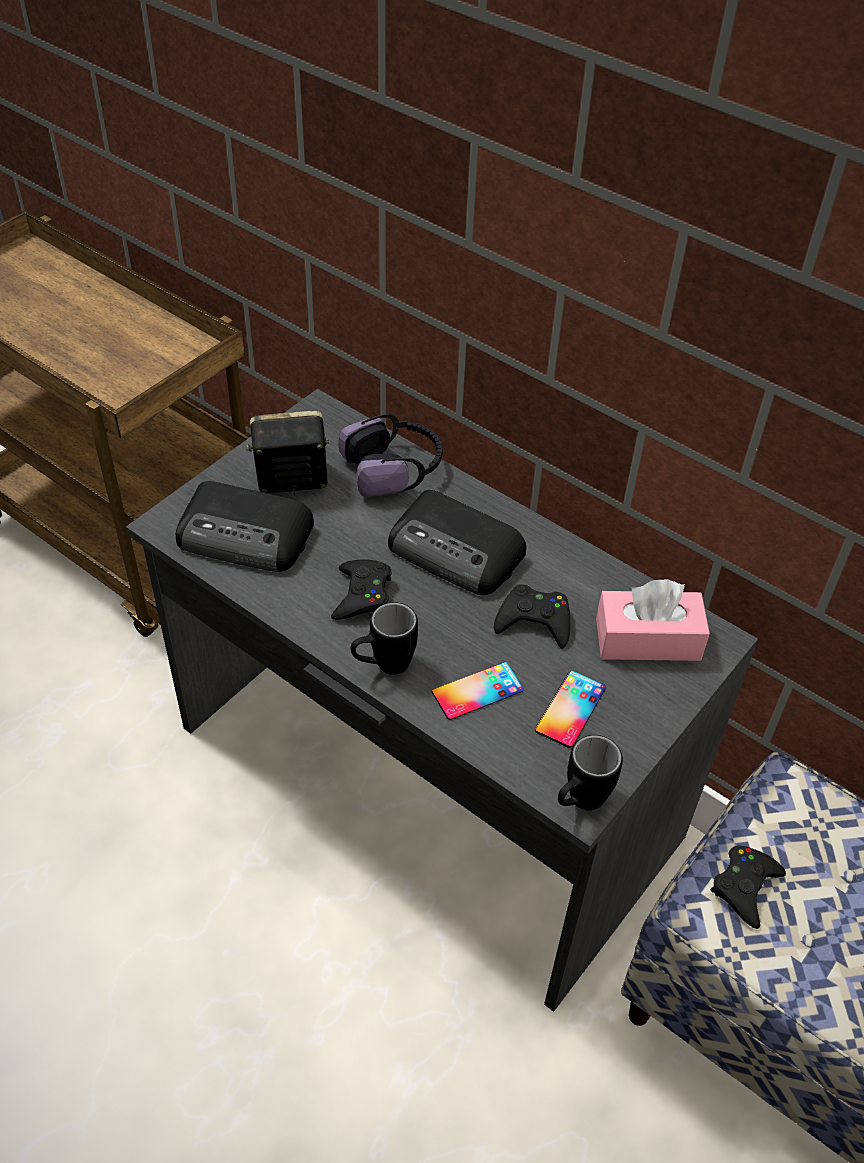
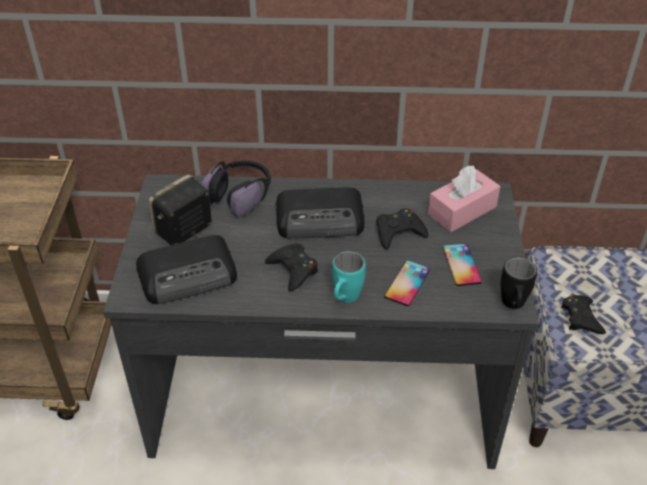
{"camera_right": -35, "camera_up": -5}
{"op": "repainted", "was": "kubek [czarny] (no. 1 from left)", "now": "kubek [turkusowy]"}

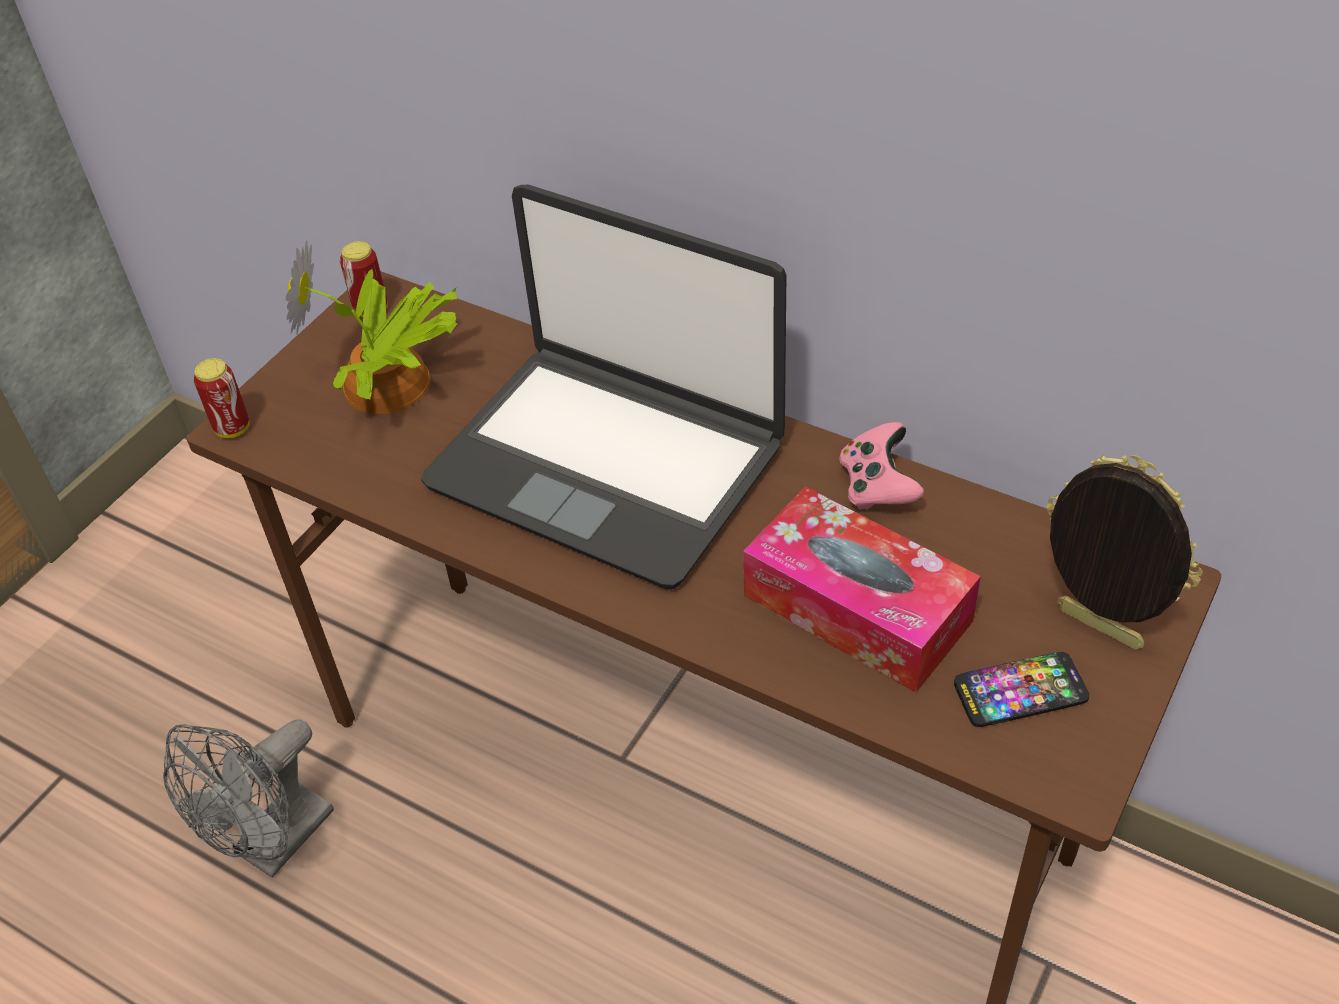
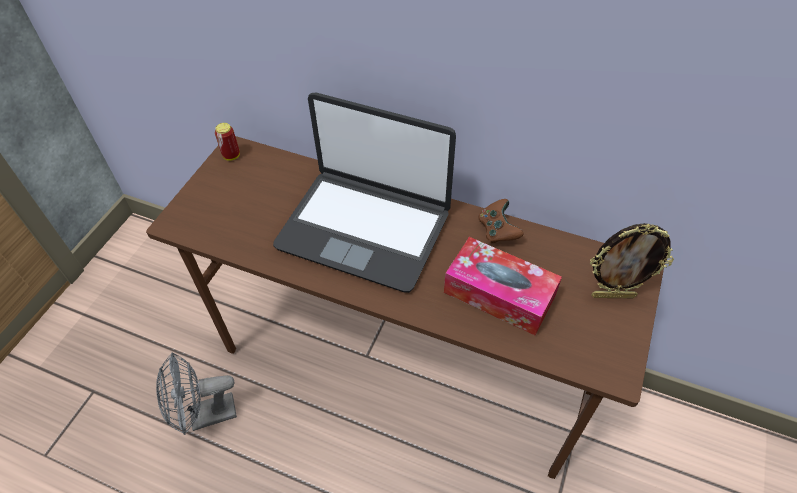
{"camera_right": -10, "camera_up": 5}
{"op": "rotated", "was": "wentylator [szary]", "clockwise": 45}
{"op": "gone", "was": "puszka (no. 1 from left)"}
{"op": "gone", "was": "roślina doniczkowa"}
{"op": "repainted", "was": "pad do gier [różowy]", "now": "pad do gier [brązowy]"}
{"op": "gone", "was": "telefon"}
{"op": "rotated", "was": "ramka na zdjęcie", "clockwise": 150}

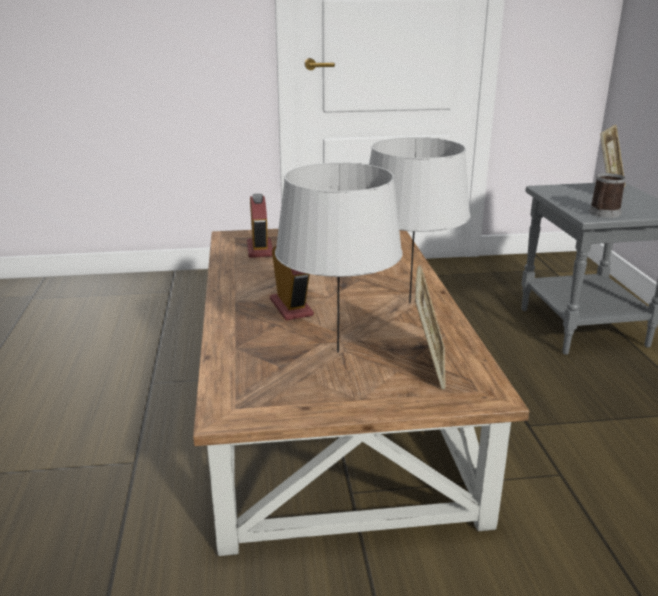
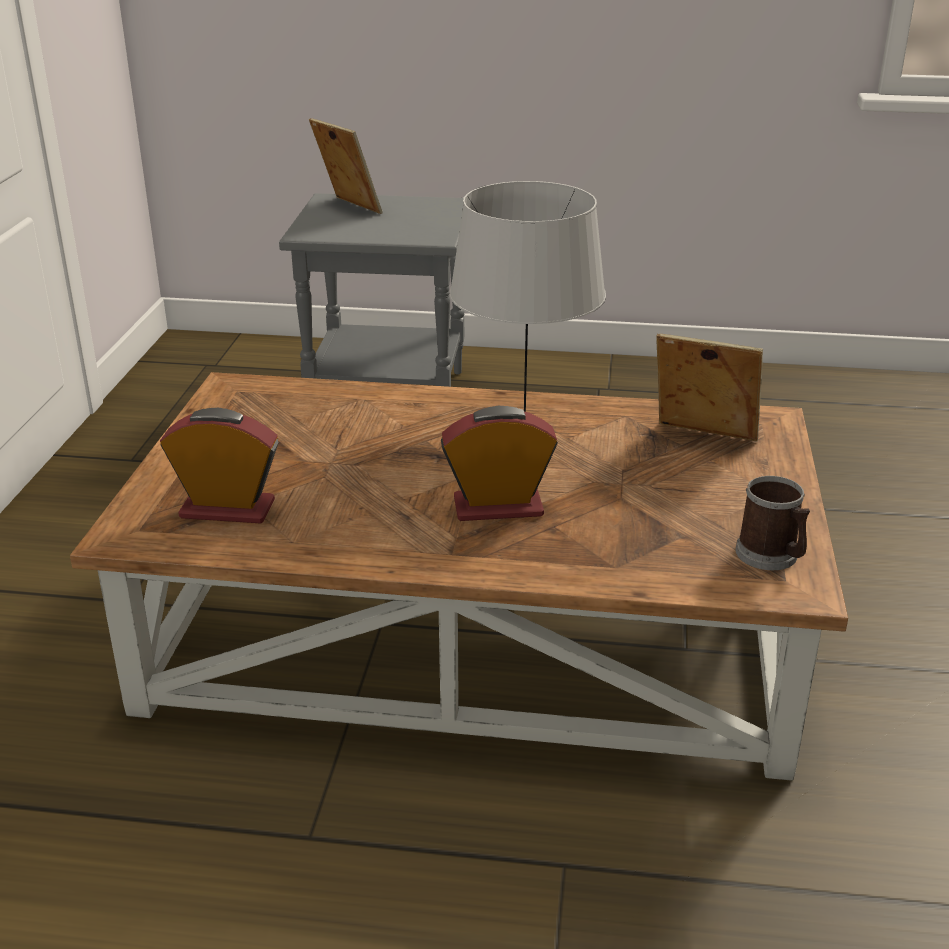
{"camera_right": -75, "camera_up": 5}
{"op": "gone", "was": "lampa stołowa [szary] (no. 1 from left)"}
{"op": "shifted", "was": "kubek"}

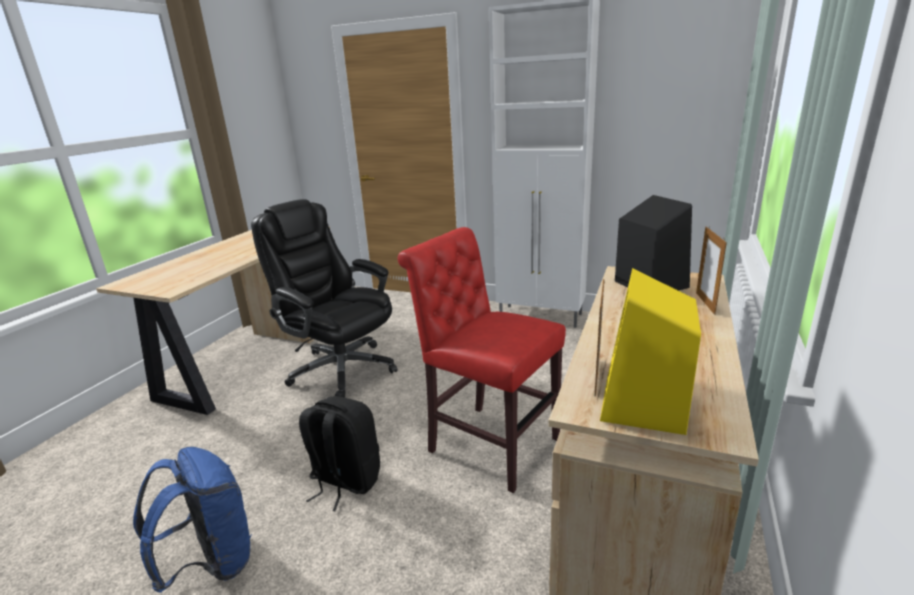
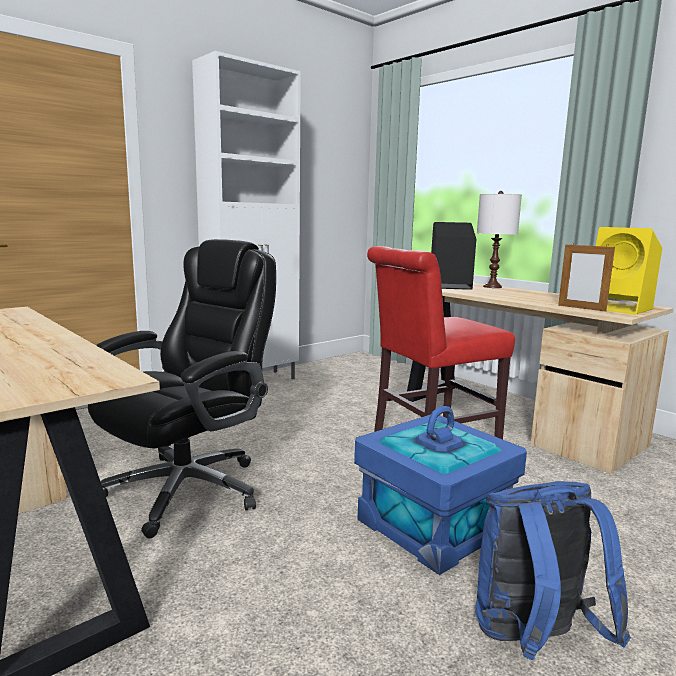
{"camera_right": -65, "camera_up": -10}
{"op": "rotated", "was": "krzesło biurowe [czarny]", "clockwise": 150}
{"op": "swapped", "was": "plecak [czarny]", "now": "pojemnik do przechowywania [niebieski]"}
{"op": "swapped", "was": "ramka na zdjęcie (no. 2 from left)", "now": "lampa stołowa [biały]"}

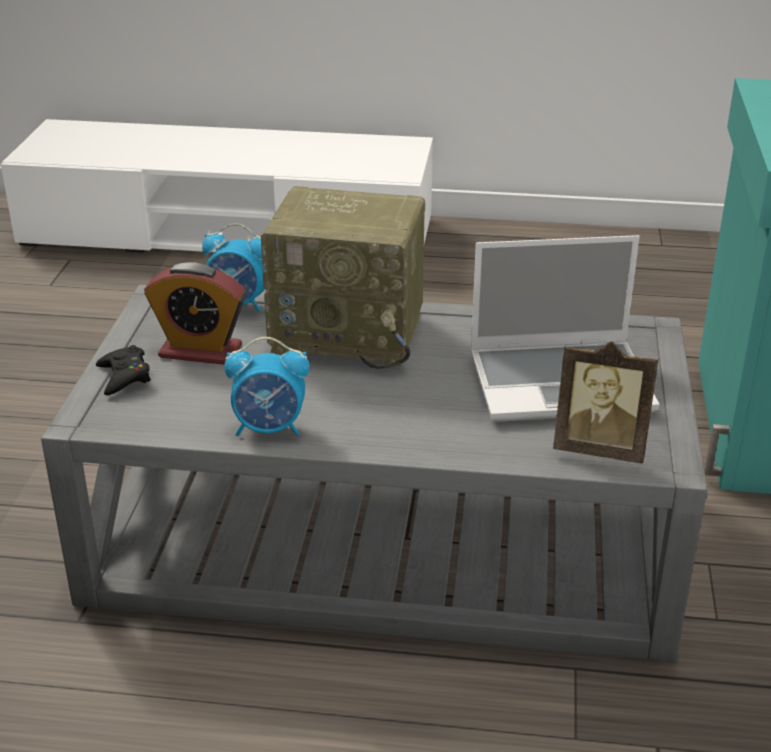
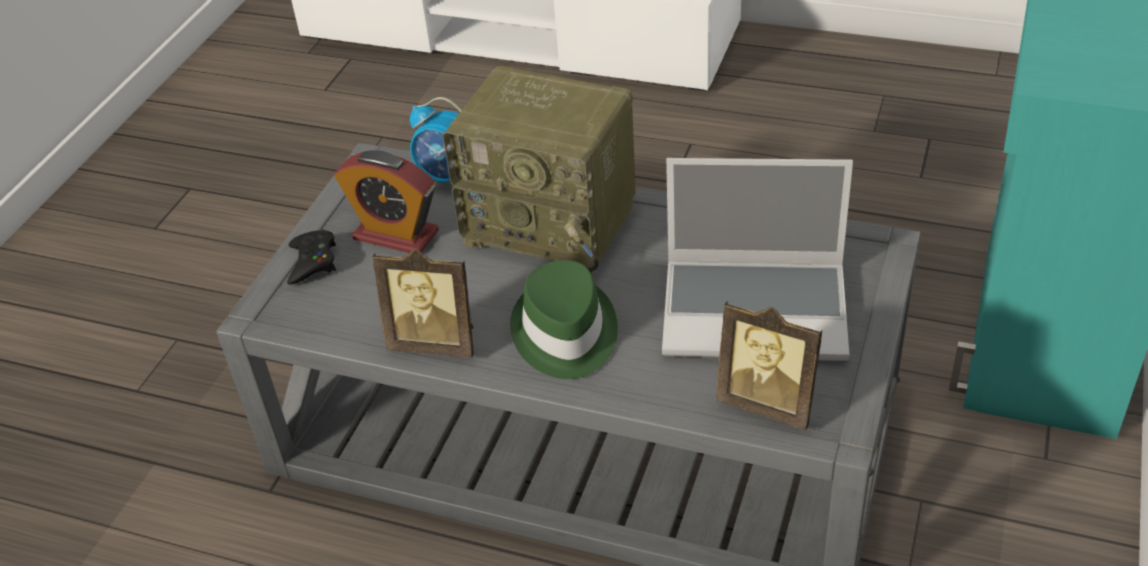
{"camera_right": 15, "camera_up": 10}
{"op": "swapped", "was": "budzik (no. 3 from left)", "now": "ramka na zdjęcie (no. 1 from left)"}
{"op": "new", "now": "kapelusz [zielony]"}

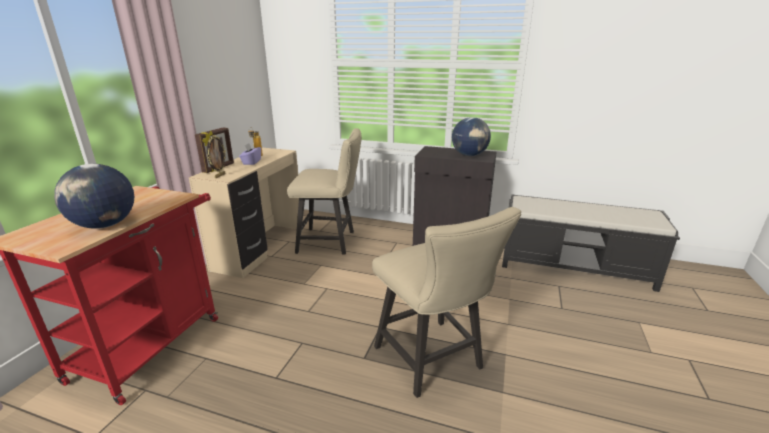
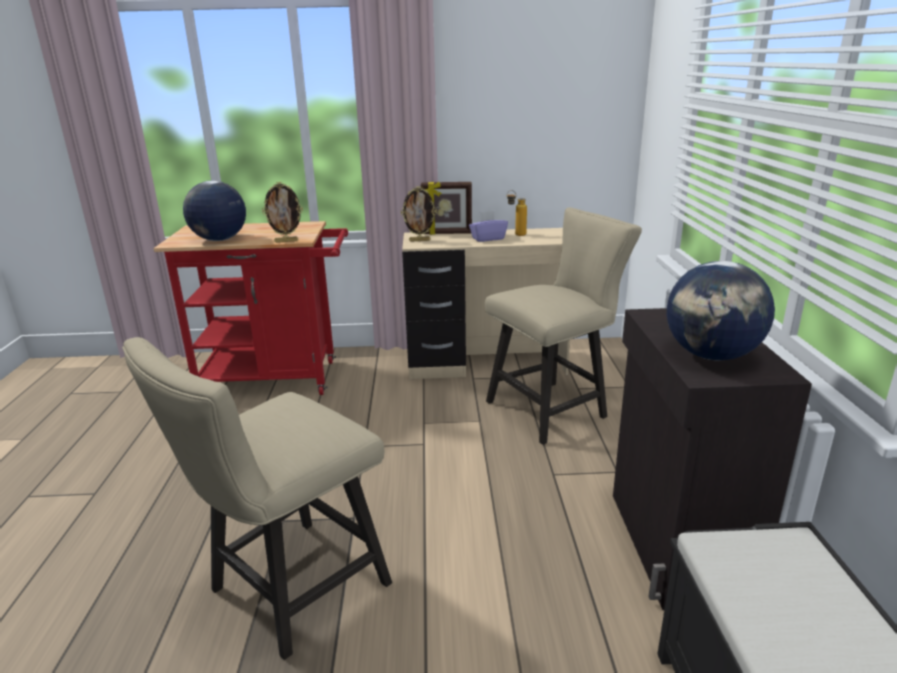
{"camera_right": 70, "camera_up": 0}
{"op": "rotated", "was": "krzesło [beżowy] (no. 1 from left in the first image)", "clockwise": -105}
{"op": "new", "now": "ramka na zdjęcie (no. 1 from left)"}

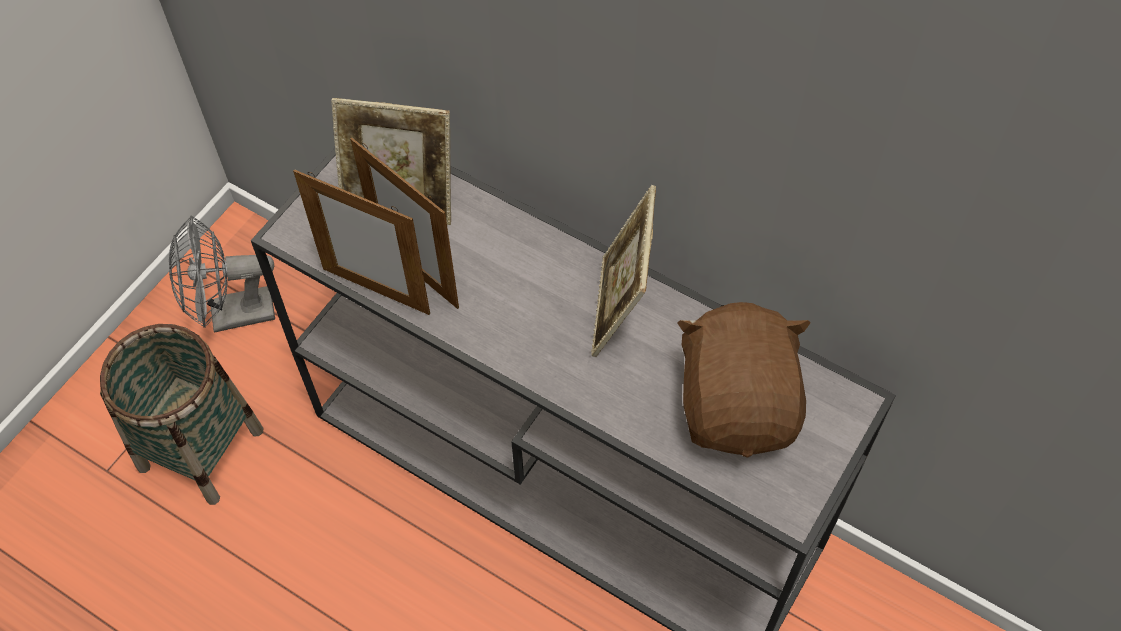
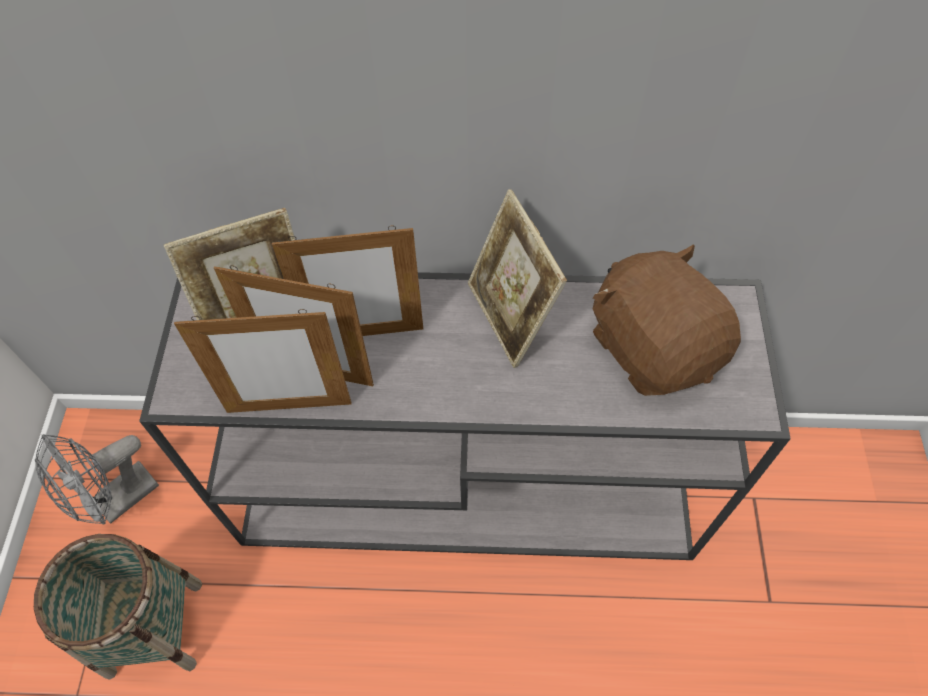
{"camera_right": -30, "camera_up": 0}
{"op": "new", "now": "ramka na zdjęcie (no. 4 from left)"}

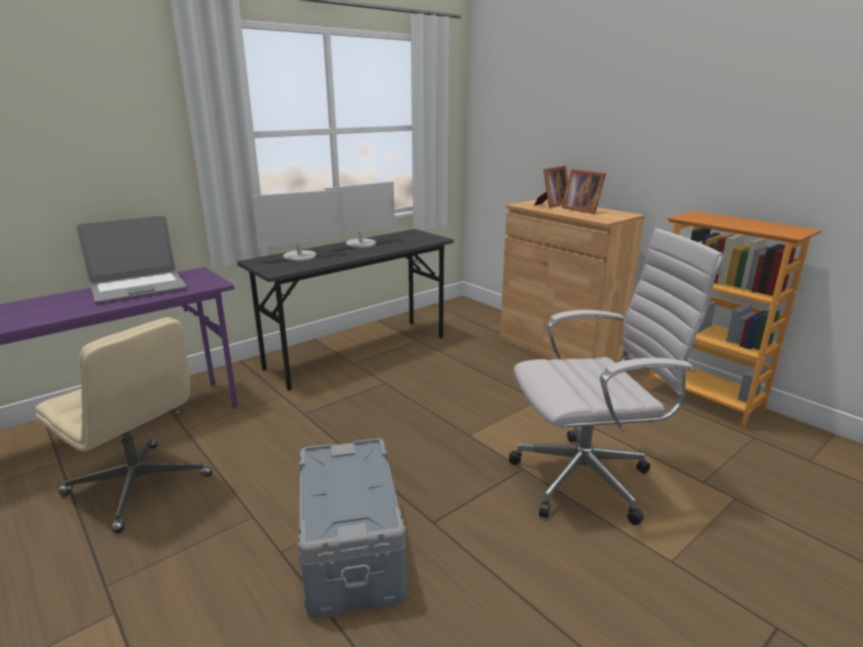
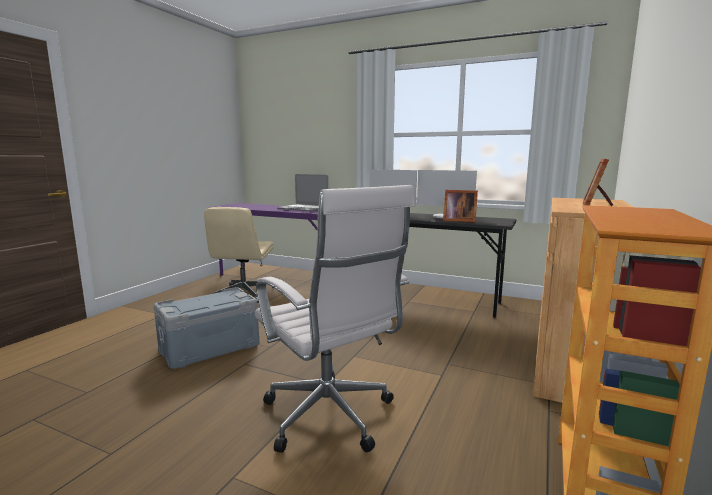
{"camera_right": 65, "camera_up": -10}
{"op": "shifted", "was": "ramka na zdjęcie (no. 1 from left)"}

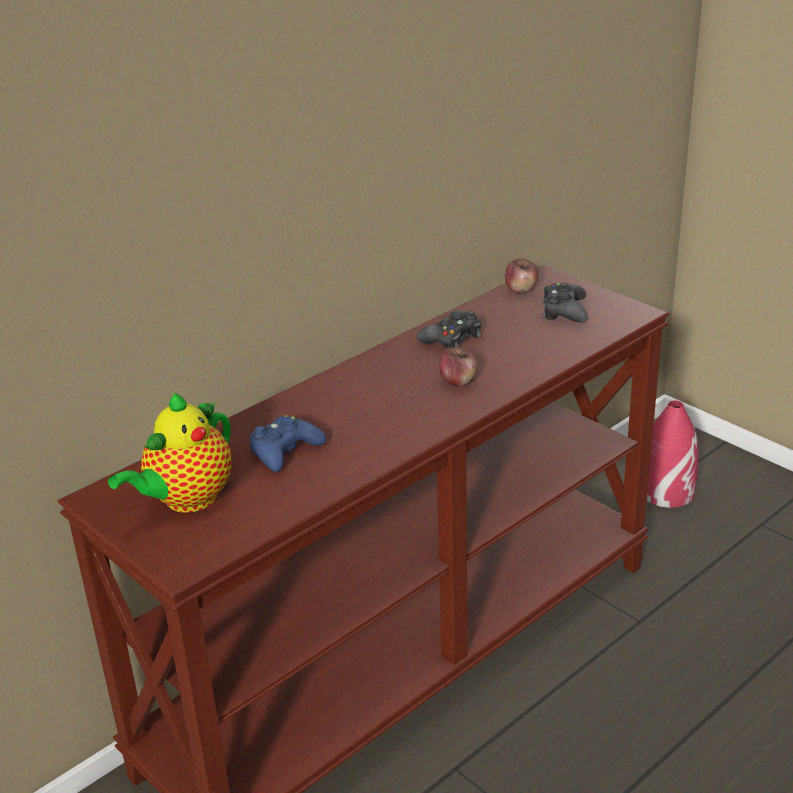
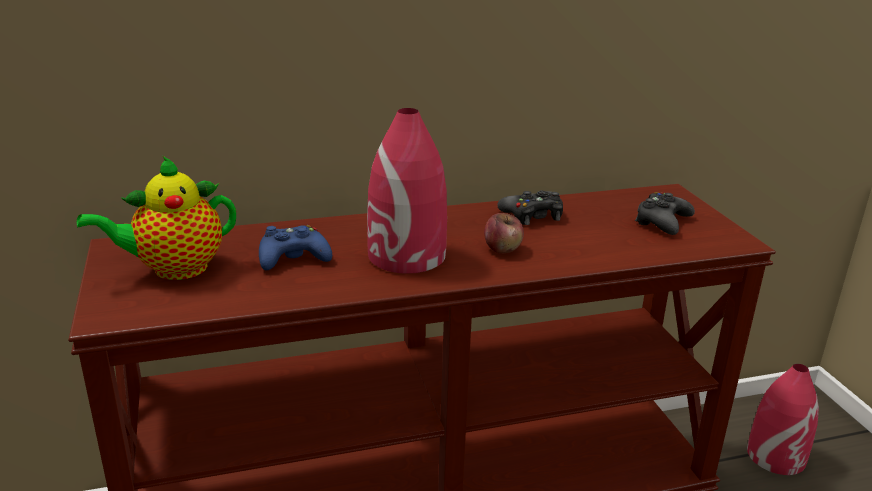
{"camera_right": 25, "camera_up": -5}
{"op": "gone", "was": "jabłko (no. 2 from left)"}
{"op": "new", "now": "wazon [czerwony] (no. 1 from left)"}

